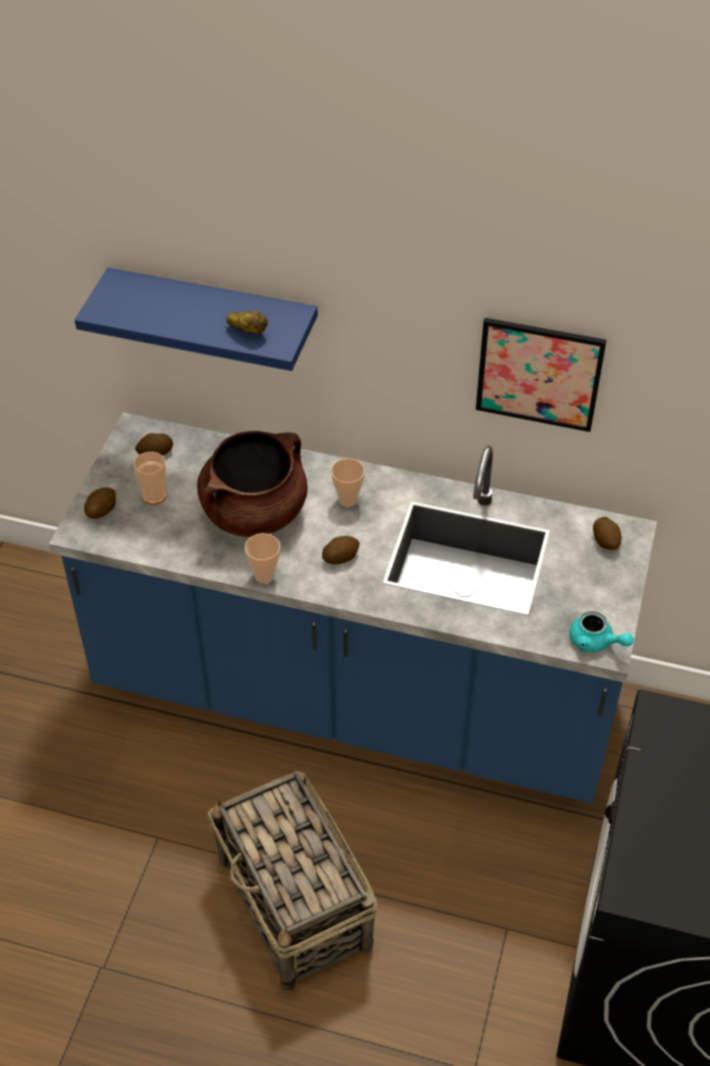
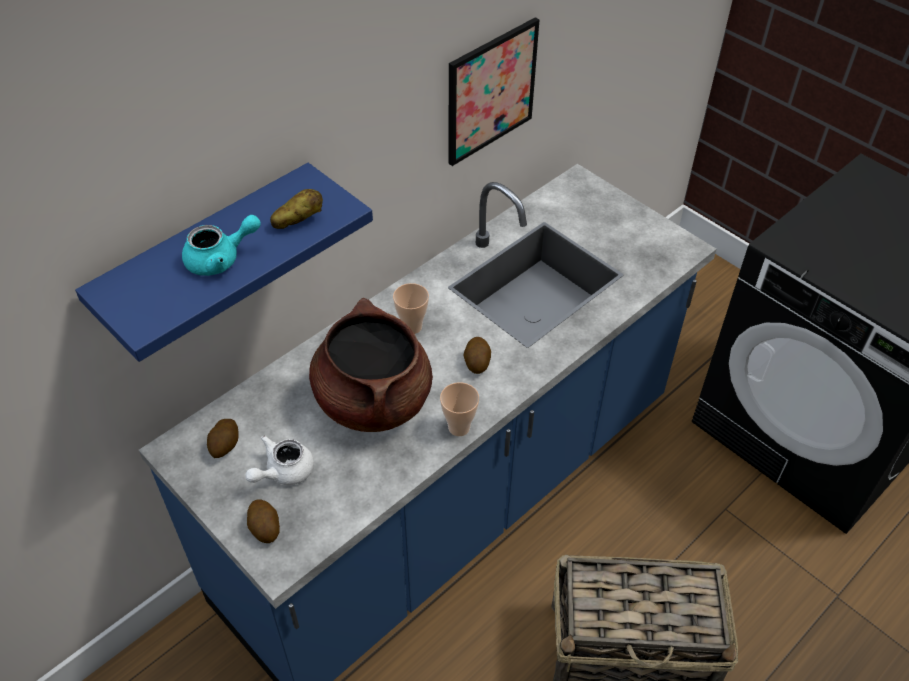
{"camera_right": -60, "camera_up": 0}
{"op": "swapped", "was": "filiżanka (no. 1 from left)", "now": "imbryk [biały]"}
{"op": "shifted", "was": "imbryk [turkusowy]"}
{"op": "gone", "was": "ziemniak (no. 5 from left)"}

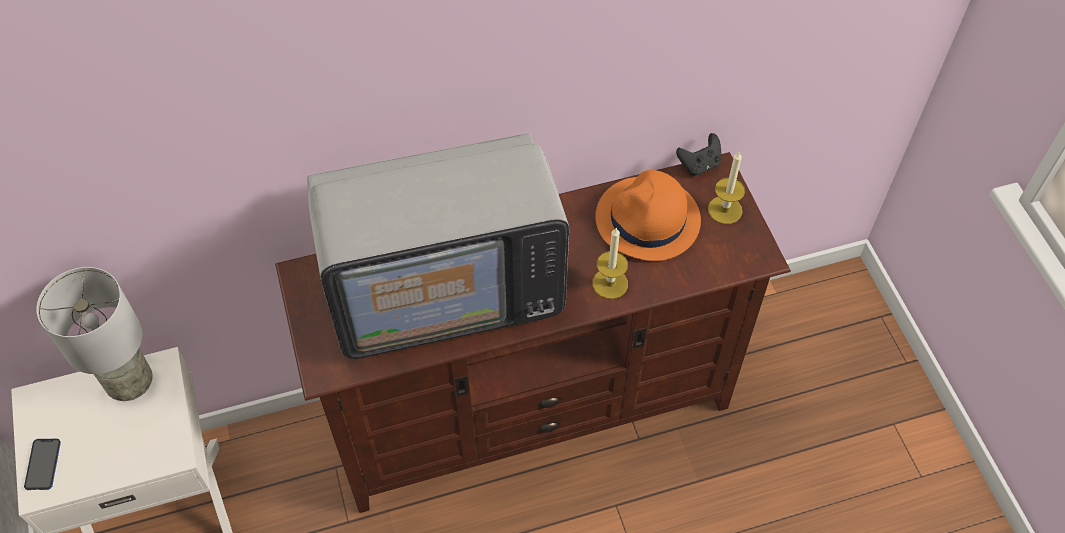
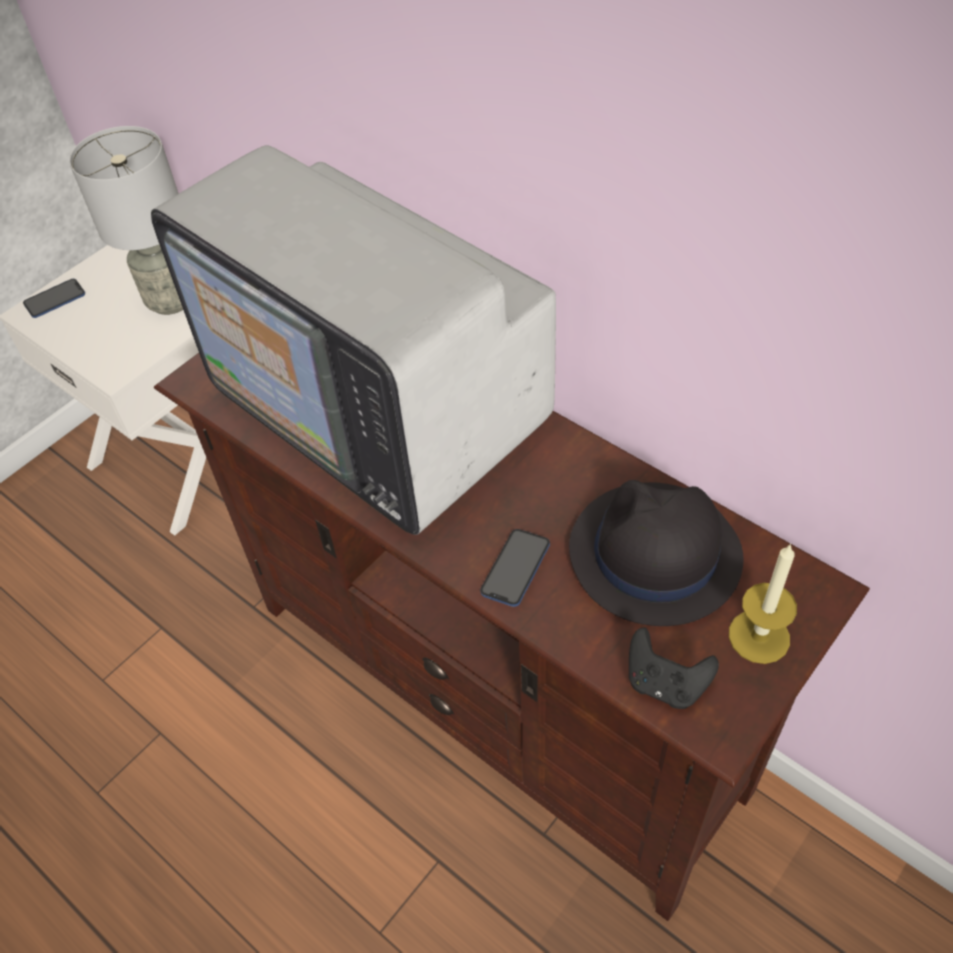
{"camera_right": 60, "camera_up": -5}
{"op": "swapped", "was": "świeca (no. 1 from left)", "now": "telefon (no. 2 from left)"}
{"op": "repainted", "was": "kapelusz [pomarańczowy]", "now": "kapelusz [czarny]"}
{"op": "shifted", "was": "pad do gier [czarny]"}

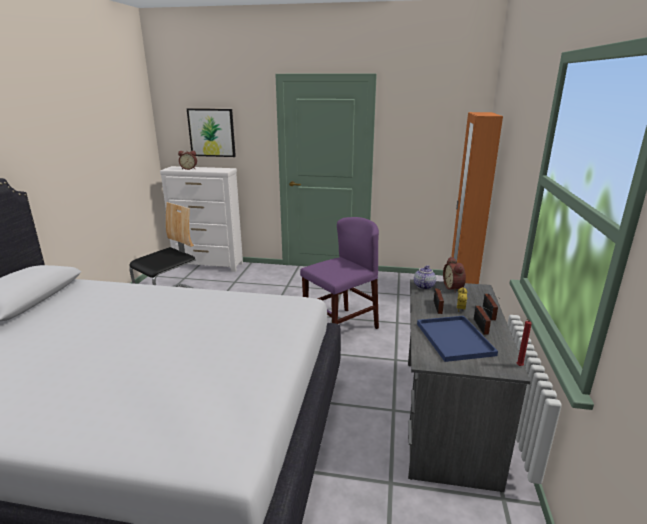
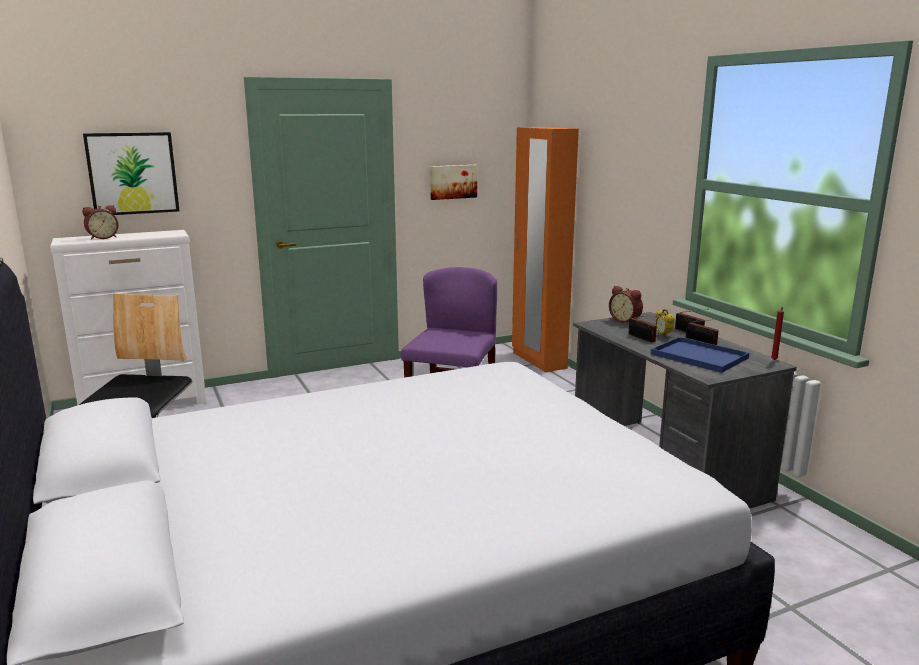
{"camera_right": -35, "camera_up": -5}
{"op": "gone", "was": "imbryk"}
{"op": "new", "now": "obraz (no. 2 from left)"}

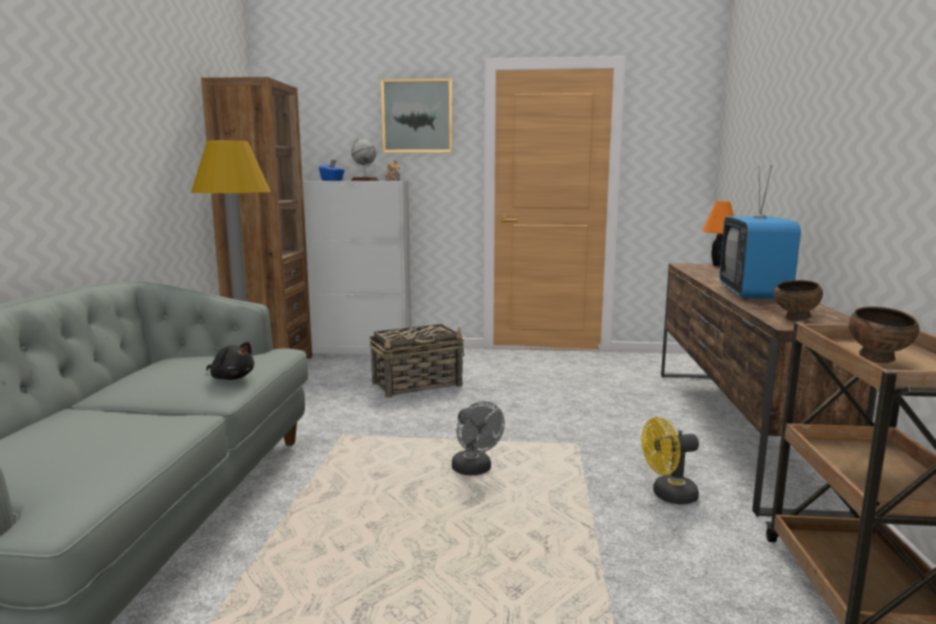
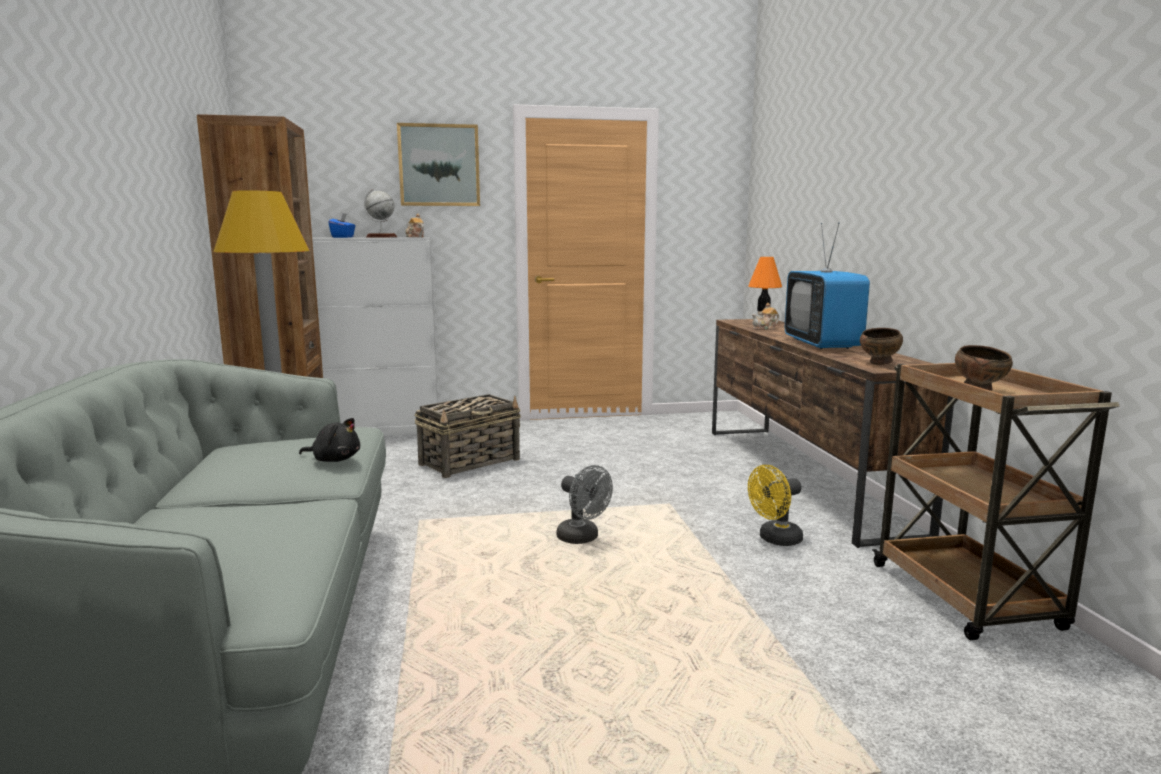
{"camera_right": -15, "camera_up": 0}
{"op": "new", "now": "imbryk (no. 2 from left)"}

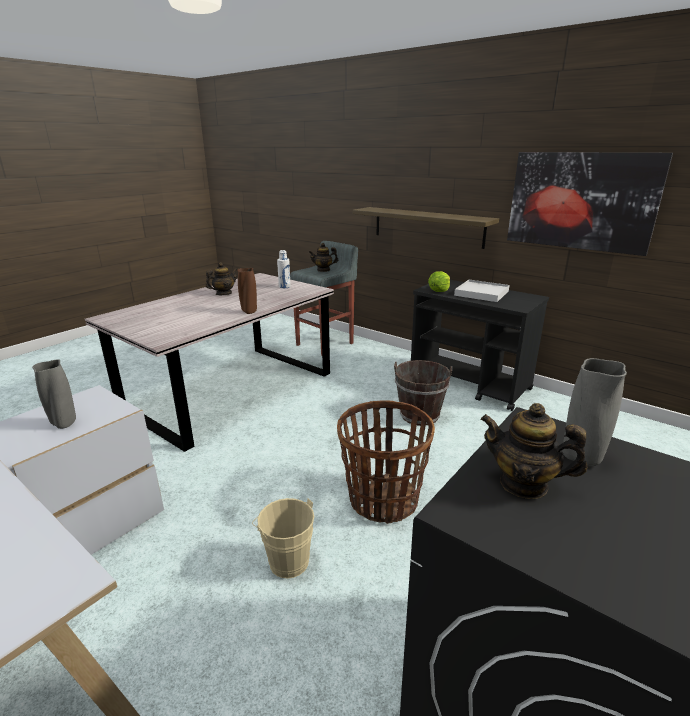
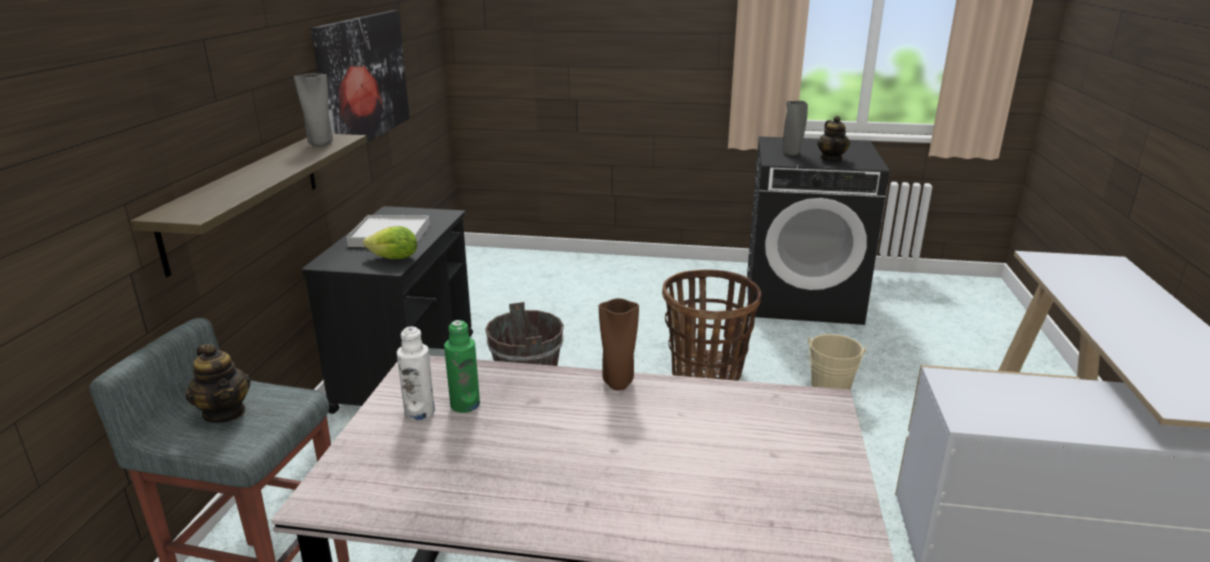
{"camera_right": -120, "camera_up": 0}
{"op": "shifted", "was": "wazon [szary] (no. 1 from left)"}
{"op": "gone", "was": "imbryk (no. 1 from left)"}
{"op": "new", "now": "butelka [zielony]"}

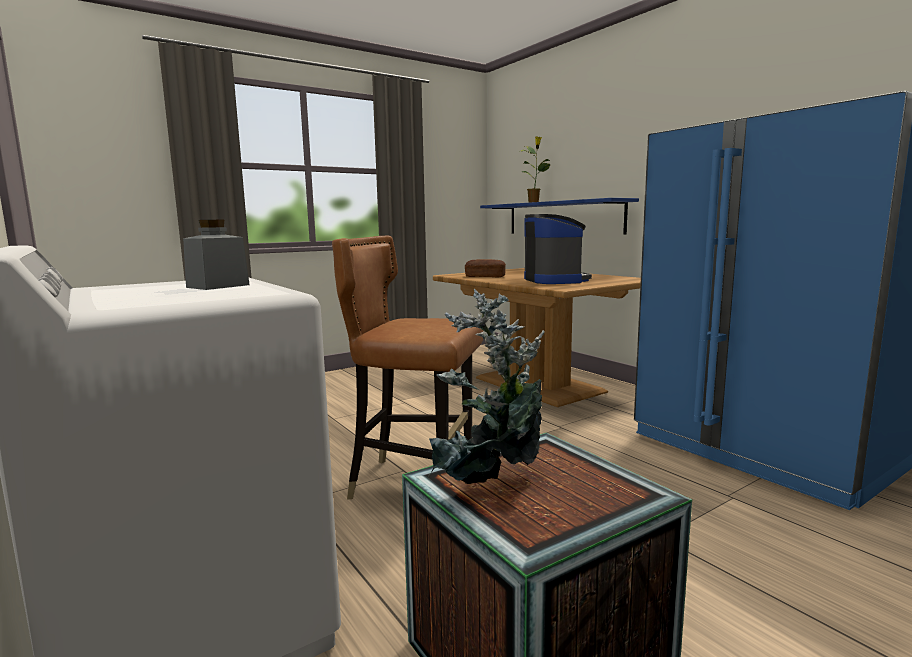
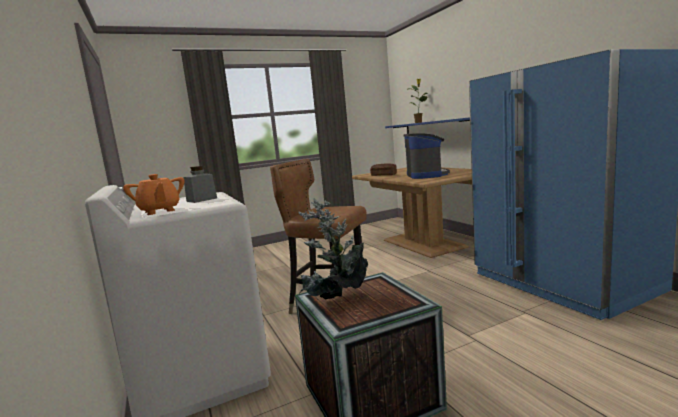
{"camera_right": 10, "camera_up": 0}
{"op": "new", "now": "imbryk [pomarańczowy]"}

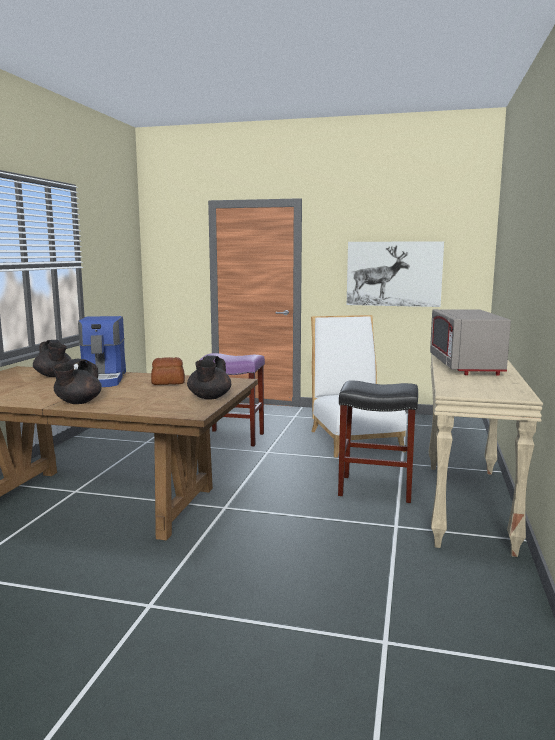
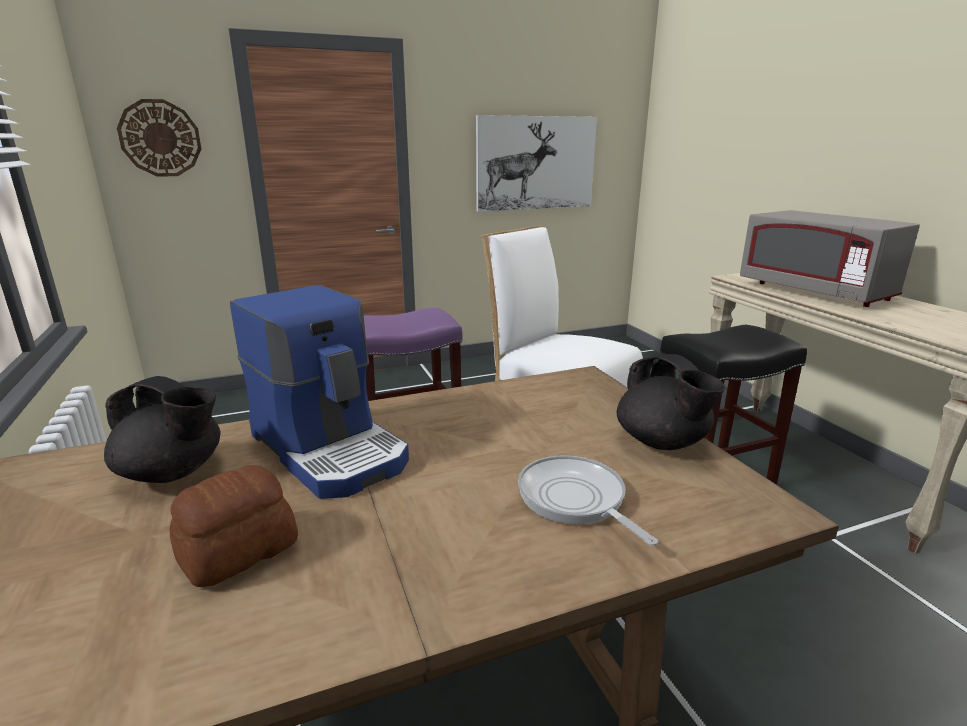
{"camera_right": -35, "camera_up": 10}
{"op": "gone", "was": "imbryk [czarny] (no. 2 from left)"}
{"op": "shifted", "was": "chleb"}
{"op": "new", "now": "zegar ścienny"}
{"op": "new", "now": "patelnia"}

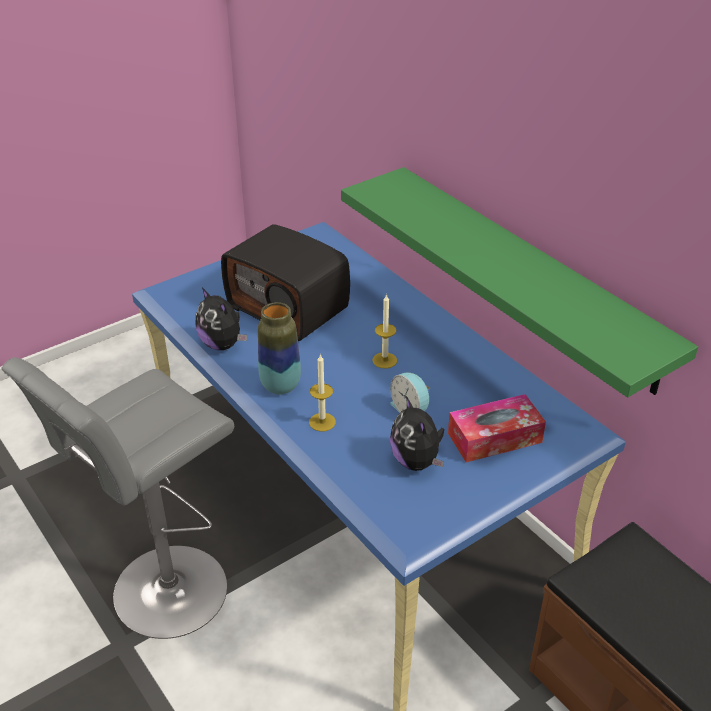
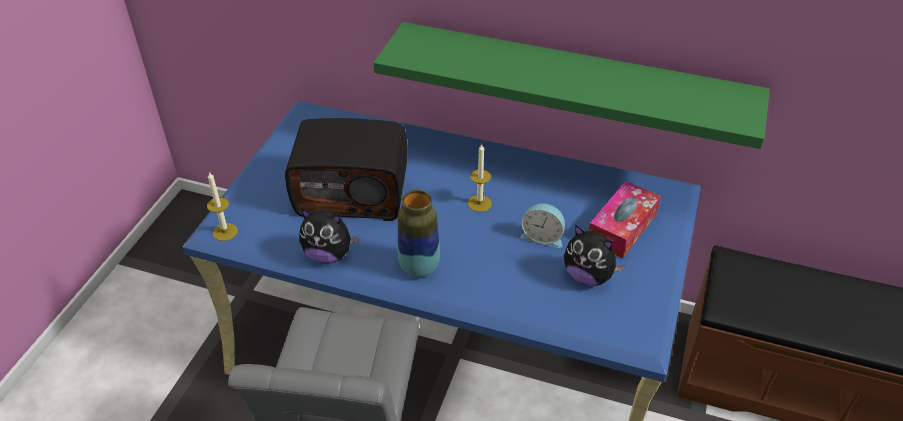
{"camera_right": -35, "camera_up": 5}
{"op": "shifted", "was": "świeca (no. 1 from left)"}

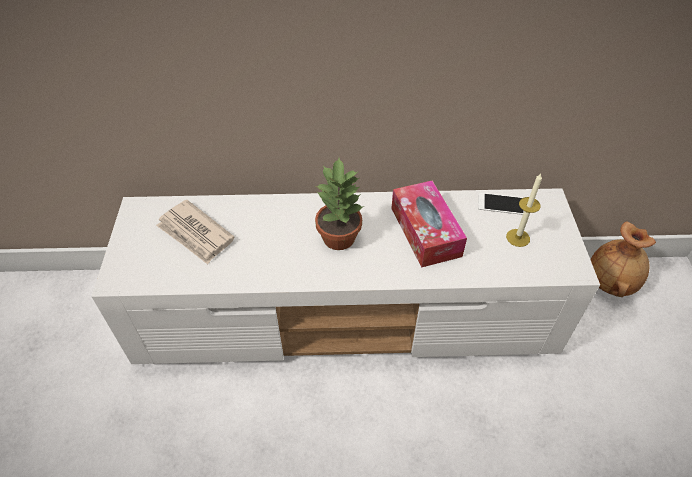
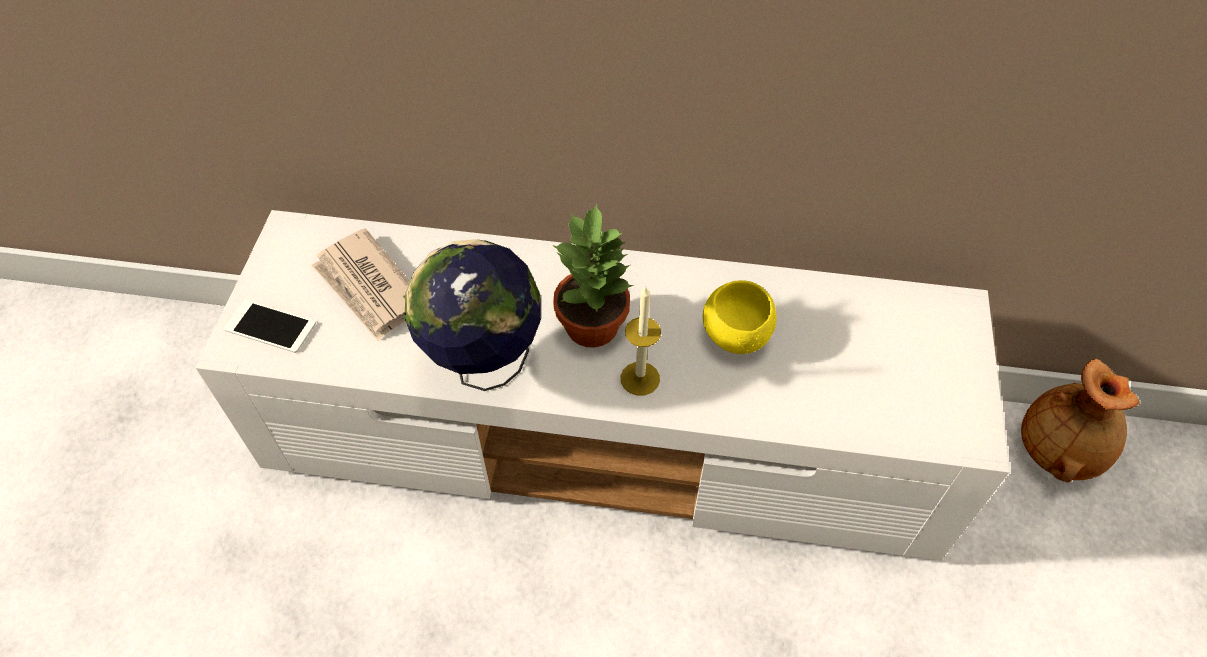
{"camera_right": 10, "camera_up": 5}
{"op": "swapped", "was": "pudełko chusteczek", "now": "miska [żółty]"}
{"op": "shifted", "was": "telefon"}
{"op": "shifted", "was": "świeca"}
{"op": "new", "now": "globus"}

